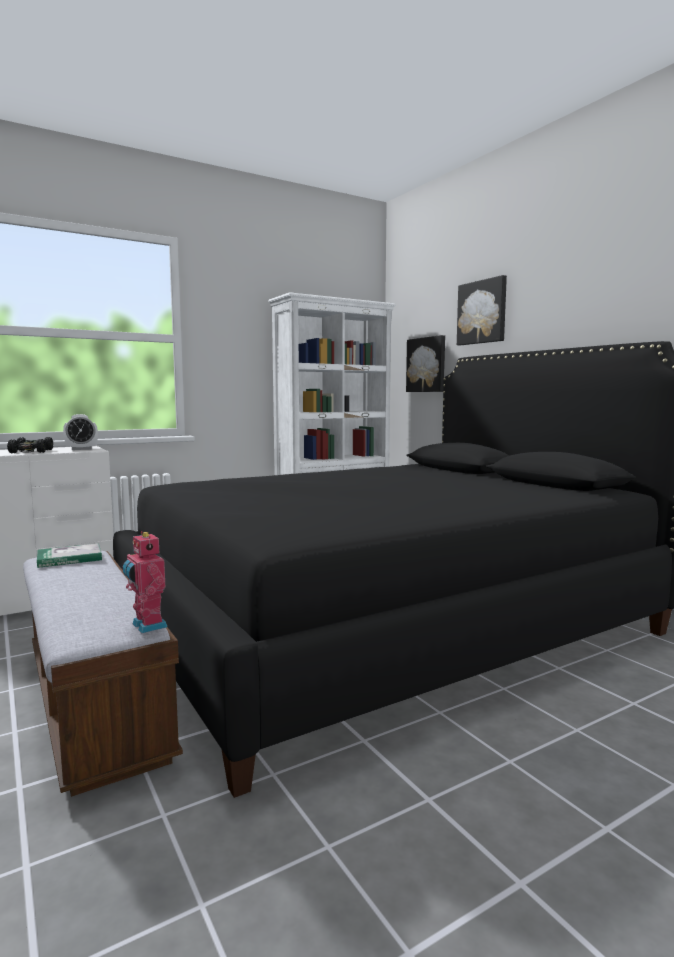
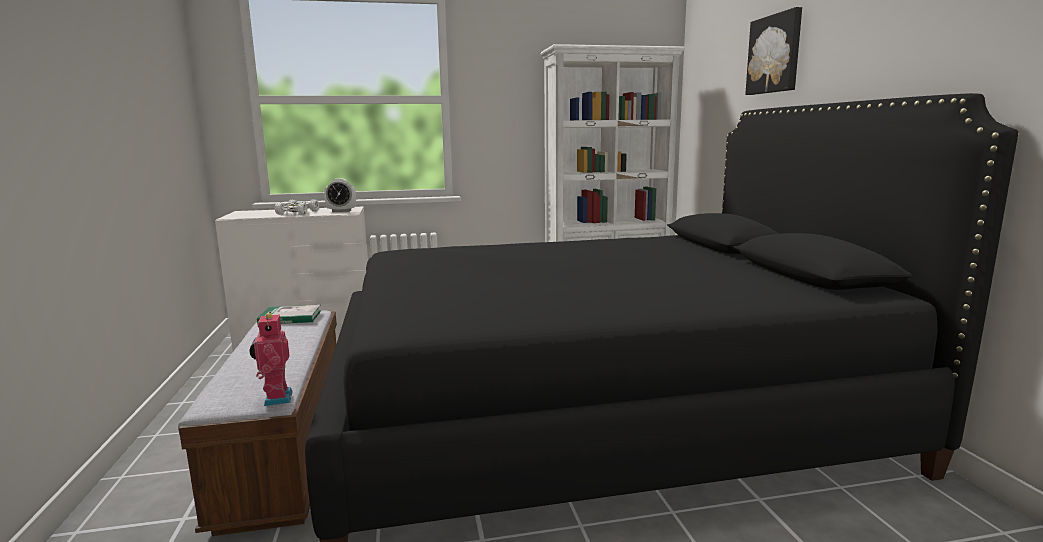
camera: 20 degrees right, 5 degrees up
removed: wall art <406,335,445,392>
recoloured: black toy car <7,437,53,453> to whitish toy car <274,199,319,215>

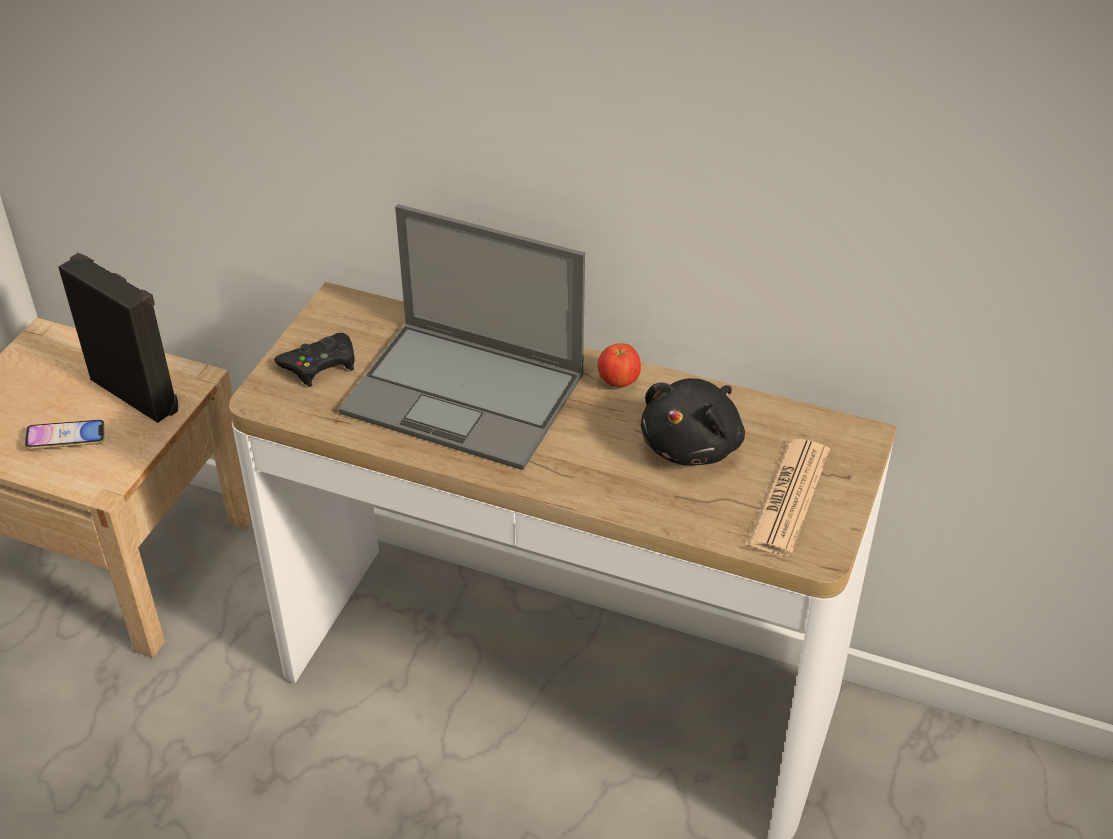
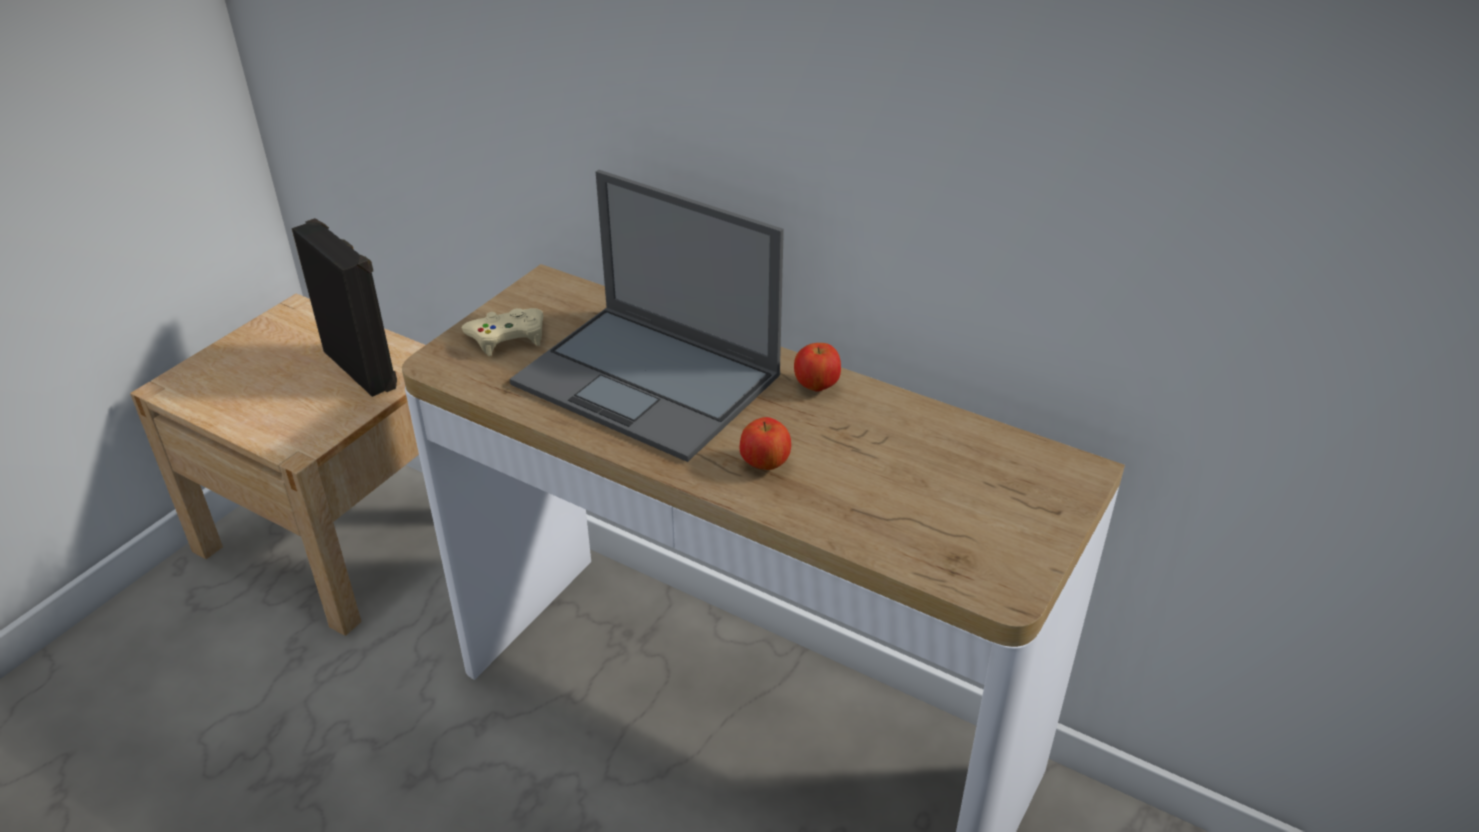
camera: 10 degrees right, 5 degrees down
removed: telephone <25,420,105,450>; black soft toy <641,378,745,466>; printed paper <745,439,830,556>
added: apple fruit <740,417,791,470>
recoloured: black gamepad <274,333,355,387> to beige-coloured gamepad <461,308,543,356>

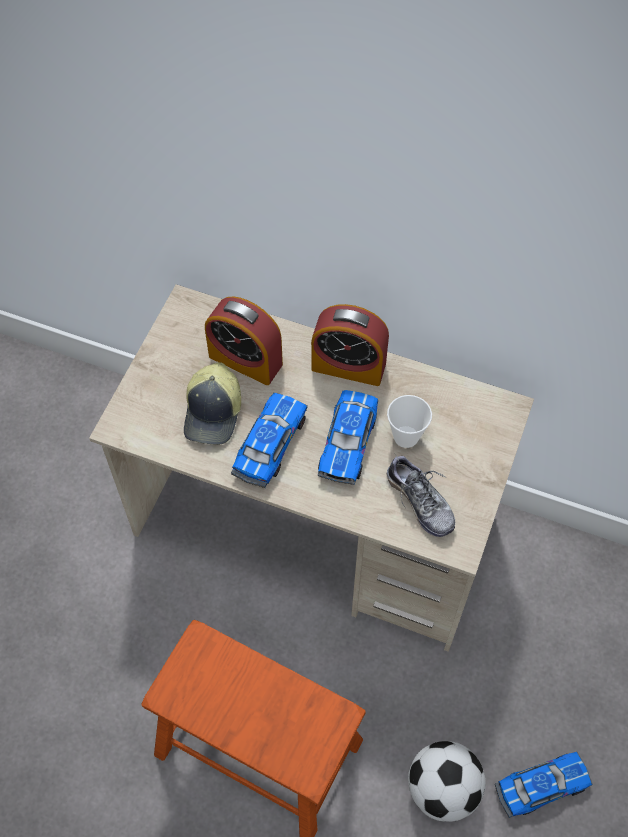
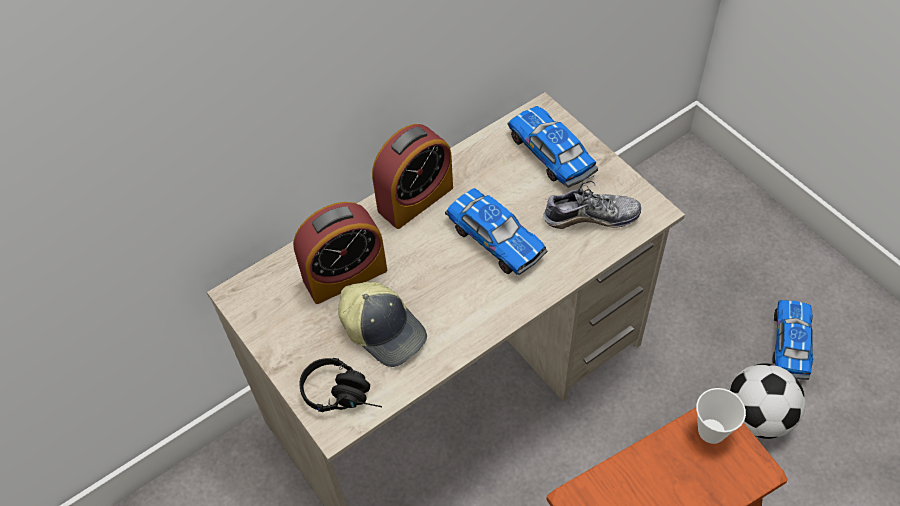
camera: 55 degrees left, 5 degrees down
added: black pair of headphones <299,358,382,412>
moved: toy car <231,393,308,488> to <508,106,598,188>; small cup <387,395,432,448> to <696,388,746,444>

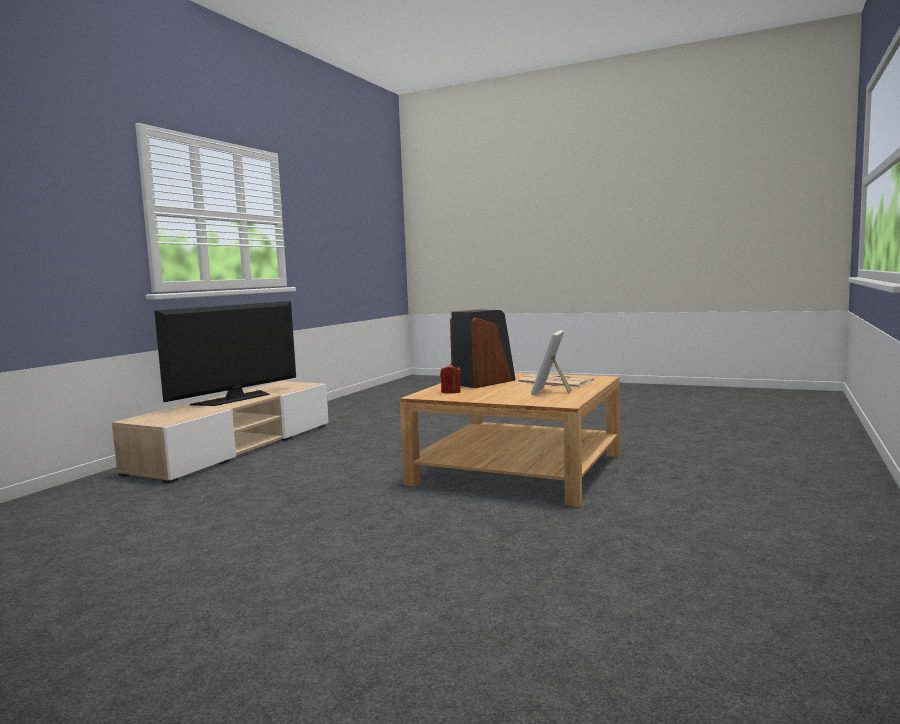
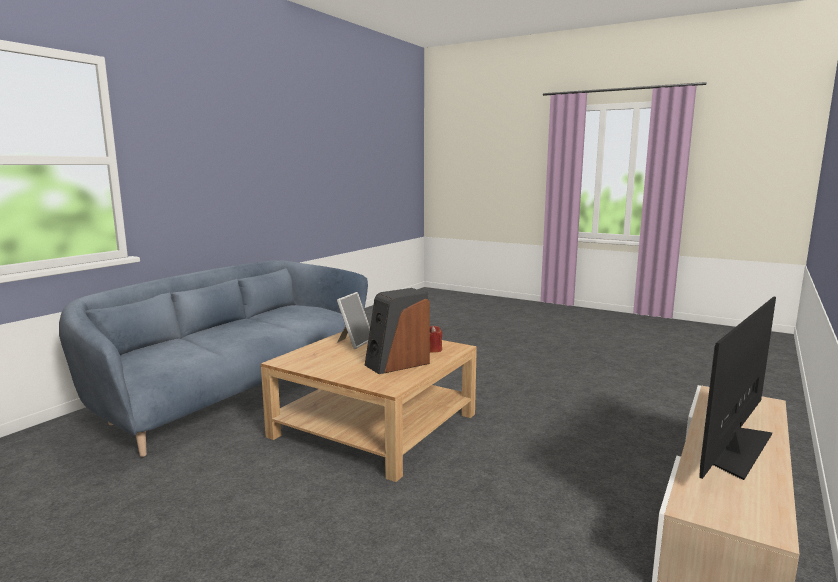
camera: 175 degrees left, 5 degrees up
removed: printed paper <517,374,594,388>
added: blue sofa <59,260,368,457>

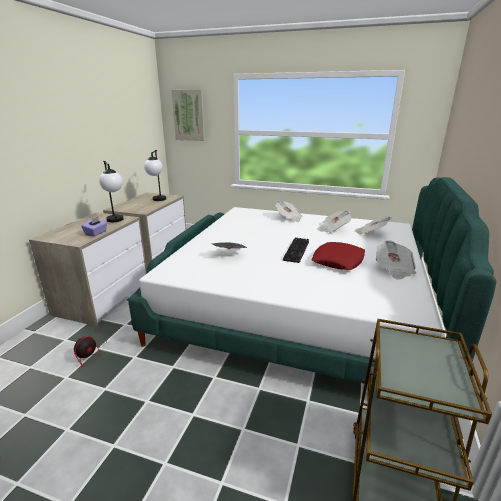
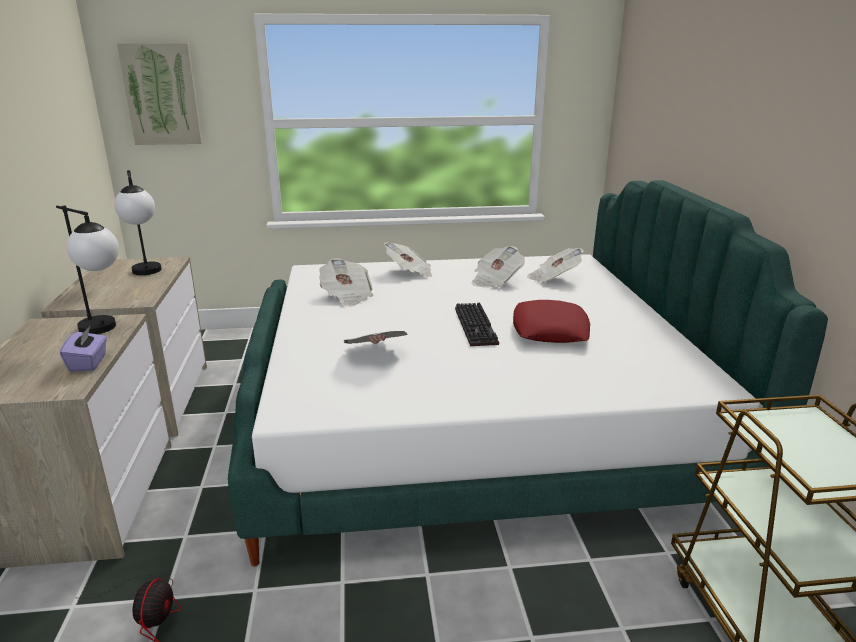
camera: 25 degrees left, 0 degrees up
moved: printed paper <376,240,416,280> to <319,258,374,307>

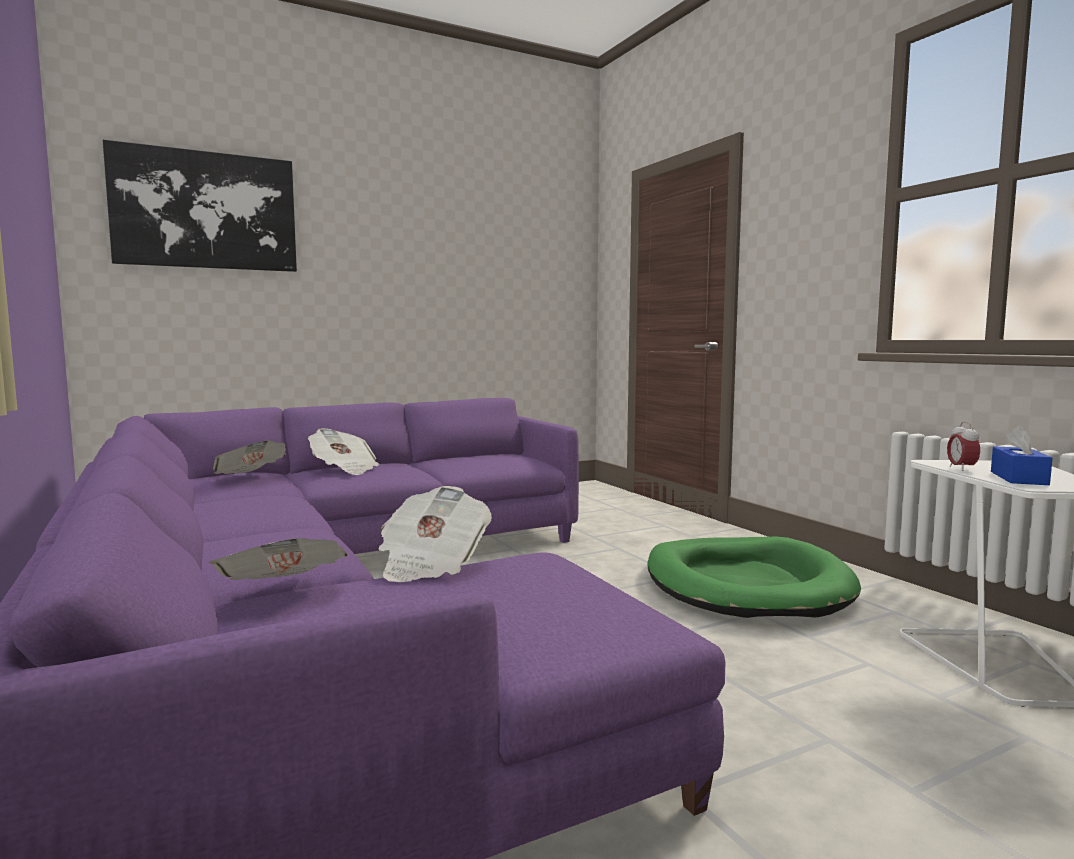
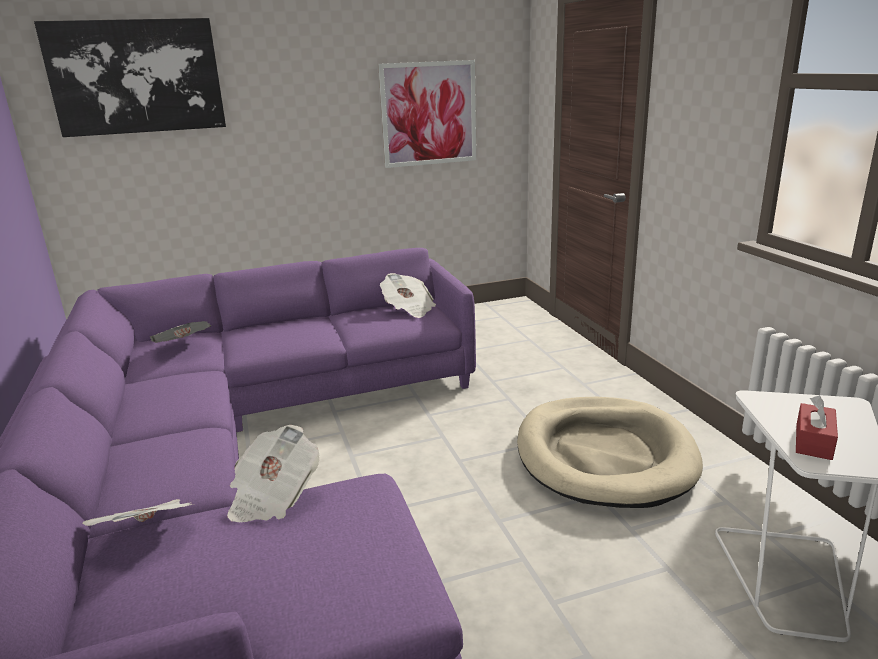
camera: 10 degrees right, 15 degrees up
removed: bedside clock <947,422,980,471>
added: wall art <378,60,476,168>
moved: printed paper <308,428,379,475> to <380,273,436,318>
recoloured: green pet bed <647,536,861,618> to beige-coloured pet bed <517,397,703,508>; blue box of tissues <991,425,1053,485> to reddish box of tissues <796,395,838,460>

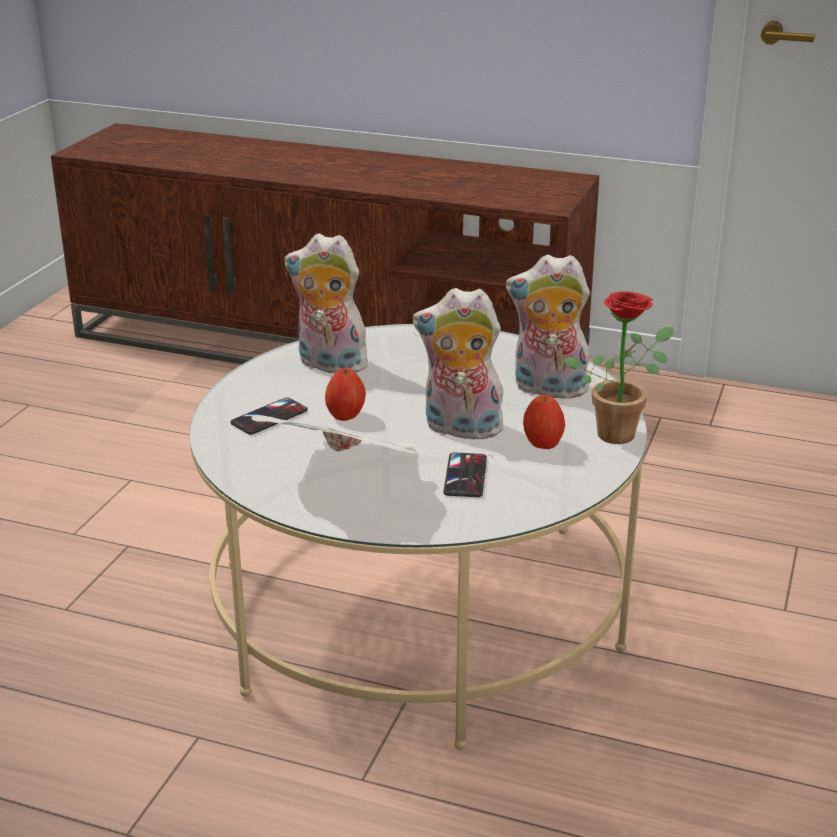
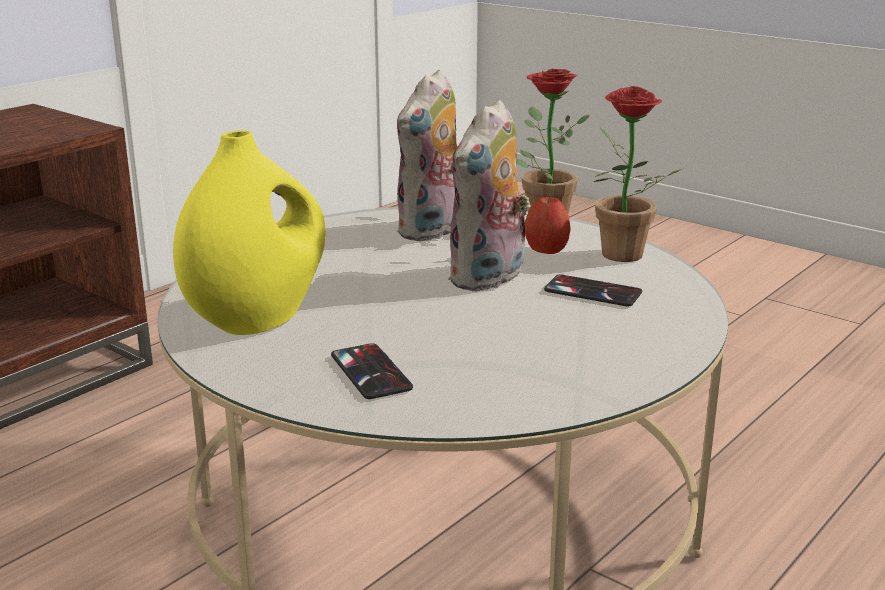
camera: 70 degrees left, 5 degrees down
removed: printed paper <251,415,421,455>; apple fruit <325,368,366,421>
added: houseplant <593,86,682,262>
replaced: soft toy <285,233,368,374> to yellow decorative vase <173,131,326,335>

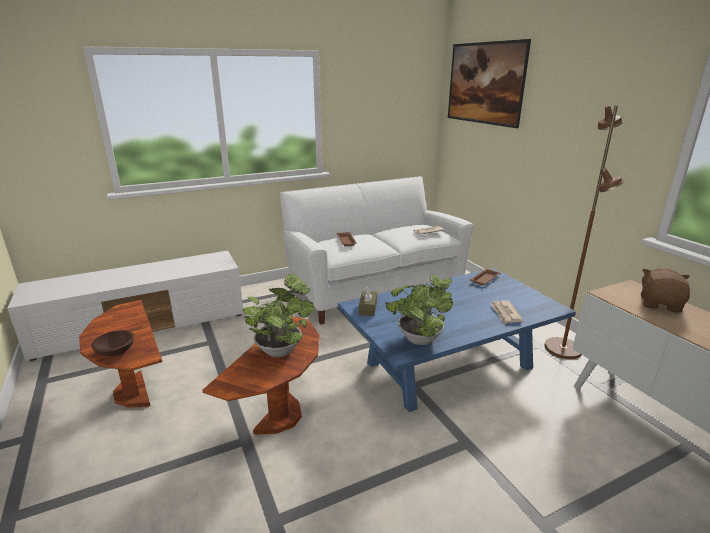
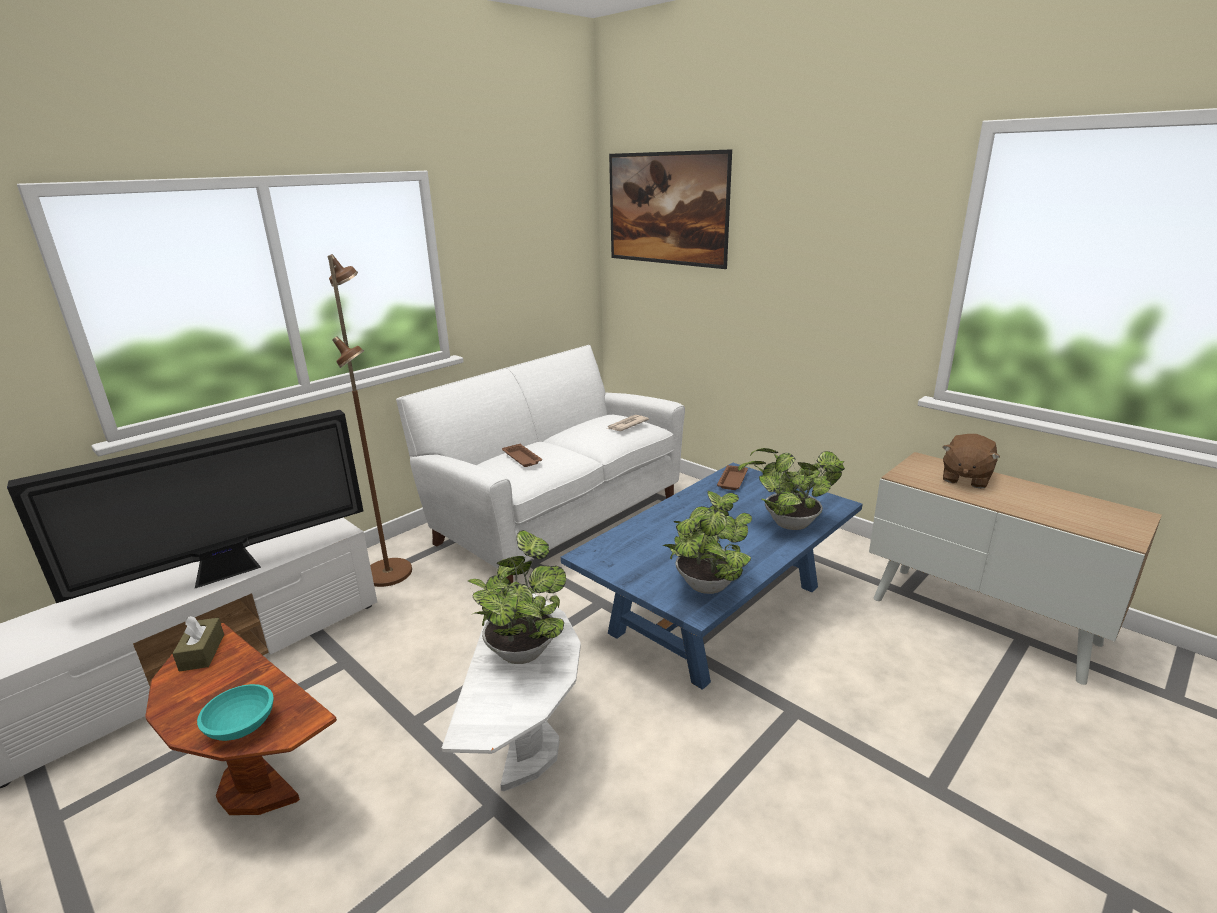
camera: 20 degrees left, 0 degrees up
added: TV set <7,410,363,603>
moved: brown-coloured box of tissues <359,287,377,316> to <172,616,224,672>; brown-coloured floor lamp <544,105,624,359> to <328,254,412,587>
replaced: printed paper <490,301,523,324> to houseplant <738,448,845,530>
recoloured: brown-coloured deep dish <91,330,134,357> to turquoise-coloured deep dish <197,684,274,741>; brown-coloured accent table <202,316,320,435> to whitish accent table <442,593,581,791>
turned: brown-coloured soft toy <641,268,690,312> = <943,434,1000,489> 150 degrees counterclockwise

